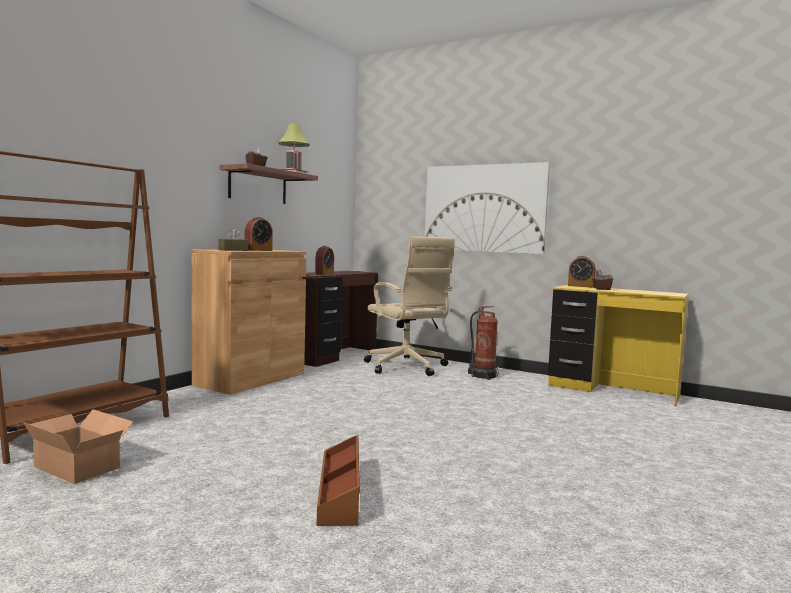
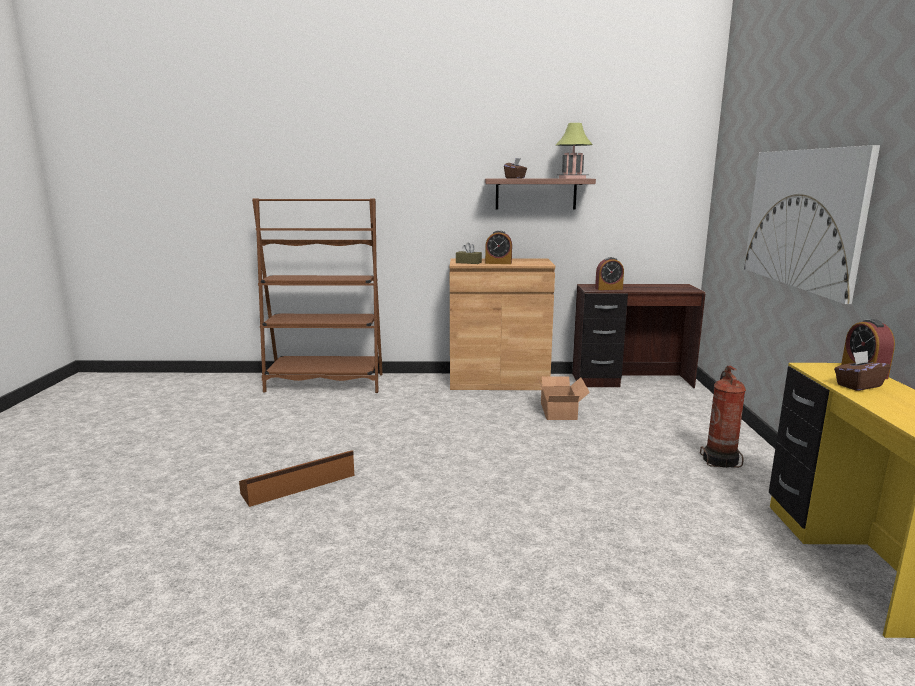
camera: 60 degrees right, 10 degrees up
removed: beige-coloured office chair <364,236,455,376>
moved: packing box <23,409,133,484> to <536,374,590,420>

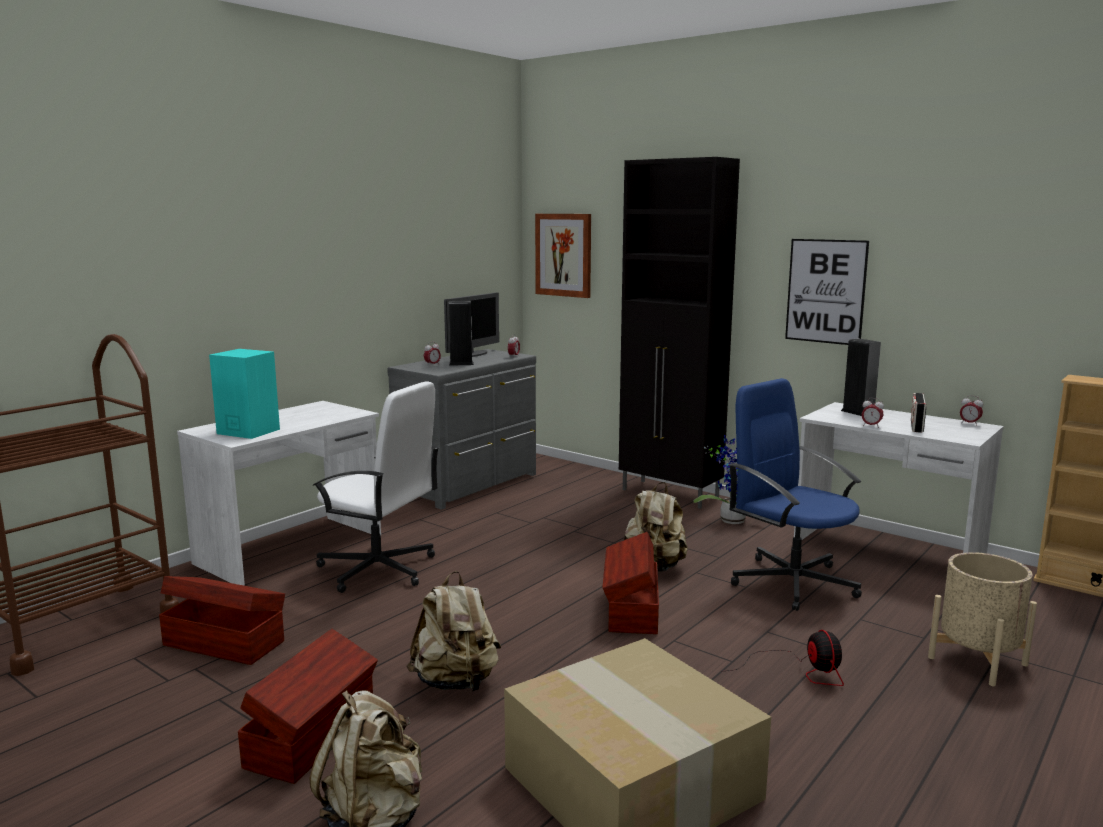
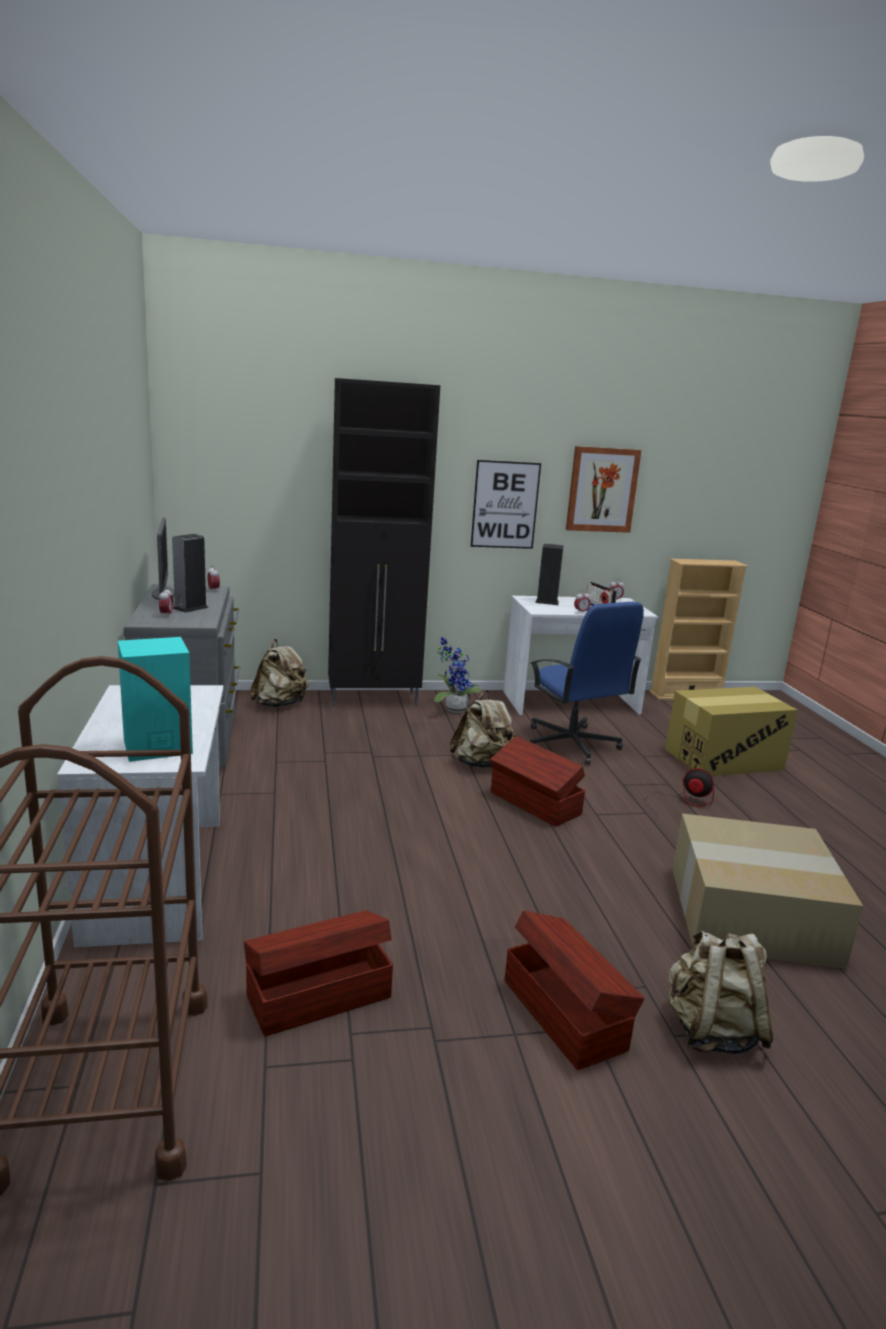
camera: 50 degrees left, 5 degrees up
removed: whitish office chair <313,381,439,593>
moved: beige-coloured knapsack <407,571,501,692> to <250,639,309,707>; wall art <535,214,591,298> to <566,446,642,533>
replaced: beige-coloured plant pot <928,552,1037,686> to packing box <665,687,798,776>
turned: blue office chair <729,378,862,611> = <530,602,644,765> 120 degrees counterclockwise

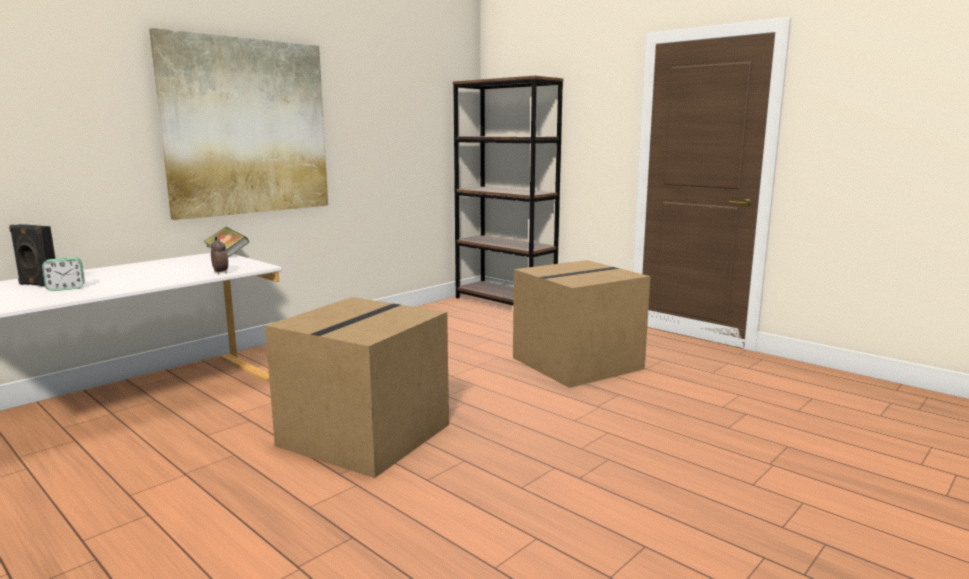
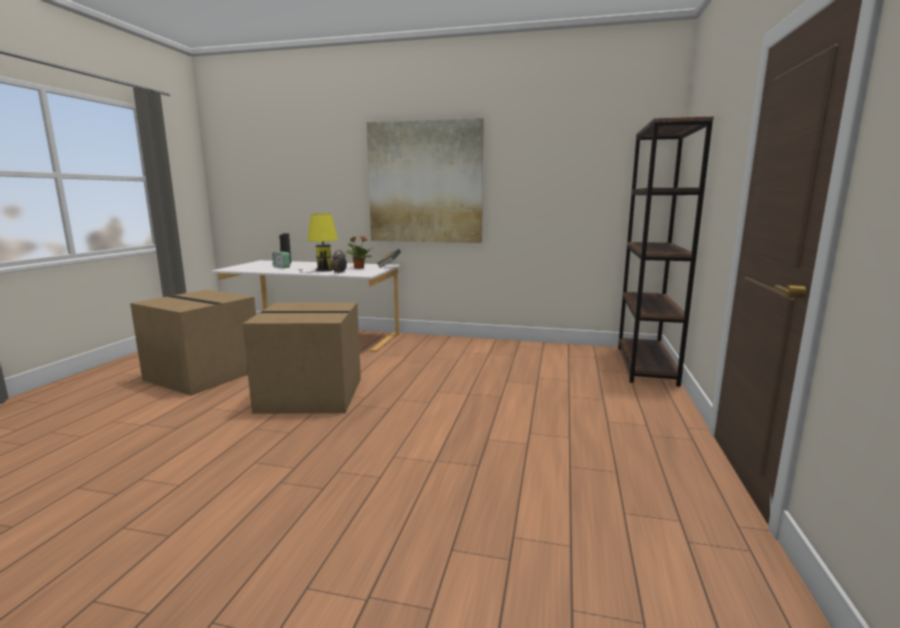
camera: 60 degrees right, 0 degrees up
added: yellow lamp for a table <298,214,338,273>; houseplant <346,236,372,269>
moved: packing box <513,260,650,388> to <130,290,256,396>

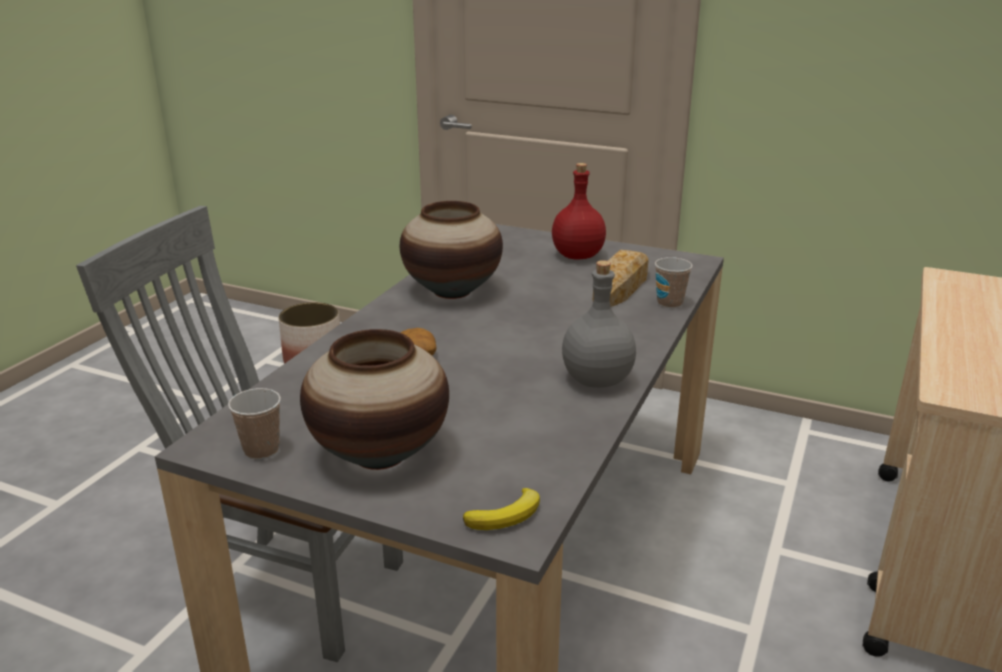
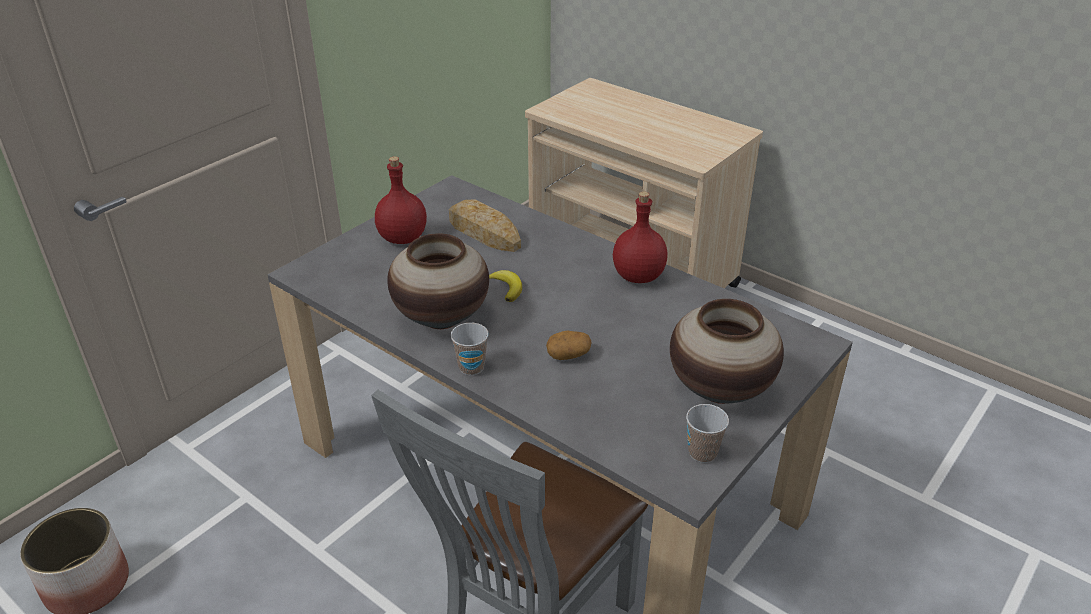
camera: 75 degrees left, 10 degrees up
moved: small cup <655,257,692,308> to <451,323,489,375>; banana fruit <463,488,540,530> to <489,270,522,302>
recoloured: gray beverage bottle <562,260,636,388> to reddish beverage bottle <613,192,668,283>

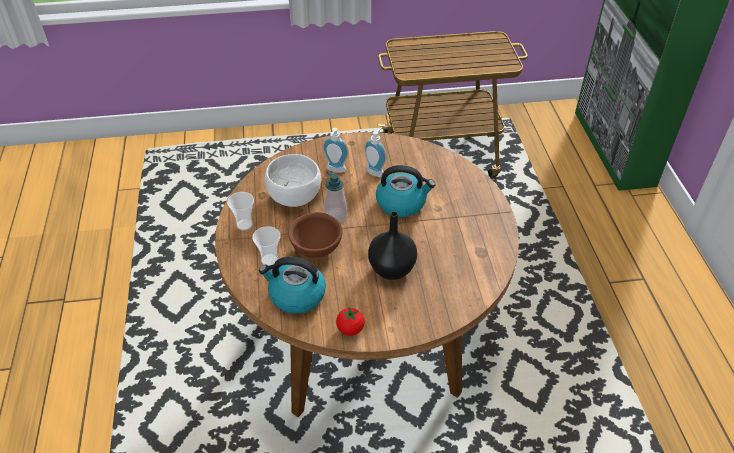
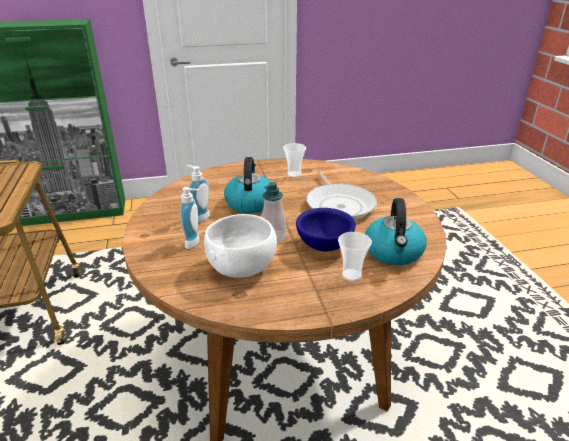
camera: 95 degrees left, 15 degrees down
removed: fresh tomato <336,307,365,336>
moved: small cup <227,192,254,231> to <283,143,306,177>
replaced: black decorative vase <368,211,417,280> to skillet <306,170,377,220>
recoloured: brown-coloured deep dish <288,212,342,258> to blue deep dish <296,208,356,251>

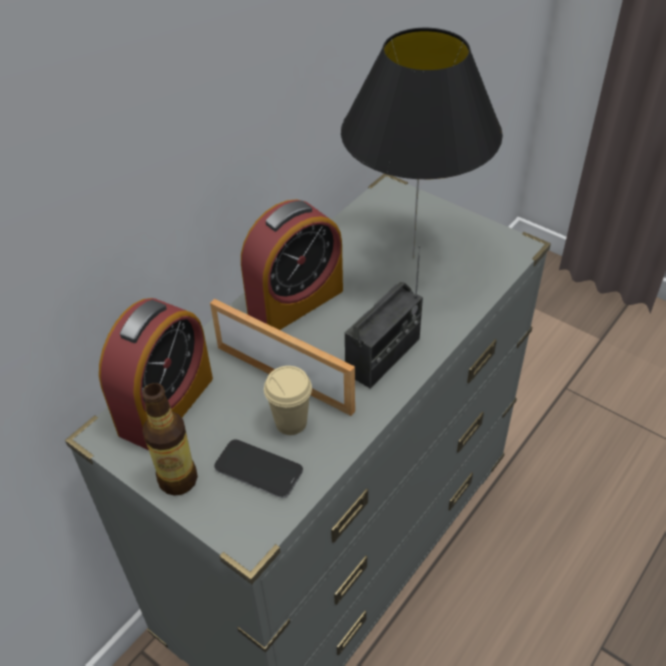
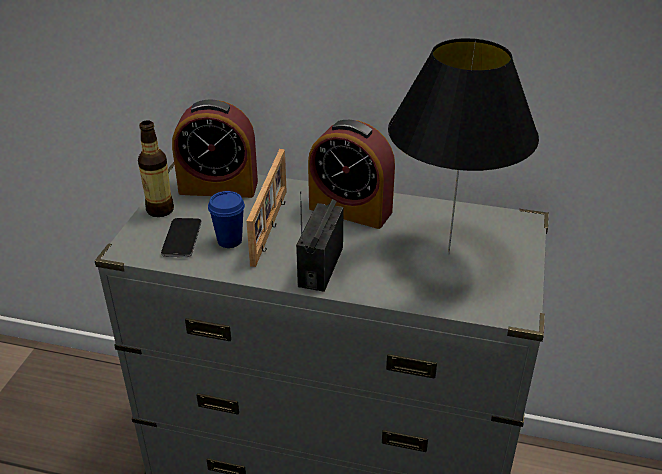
camera: 65 degrees right, 10 degrees down
recoloured: beige-coloured small cup <264,366,312,435> to blue small cup <208,191,245,248>
turned: radio <345,245,423,389> = <296,191,344,292> 90 degrees clockwise

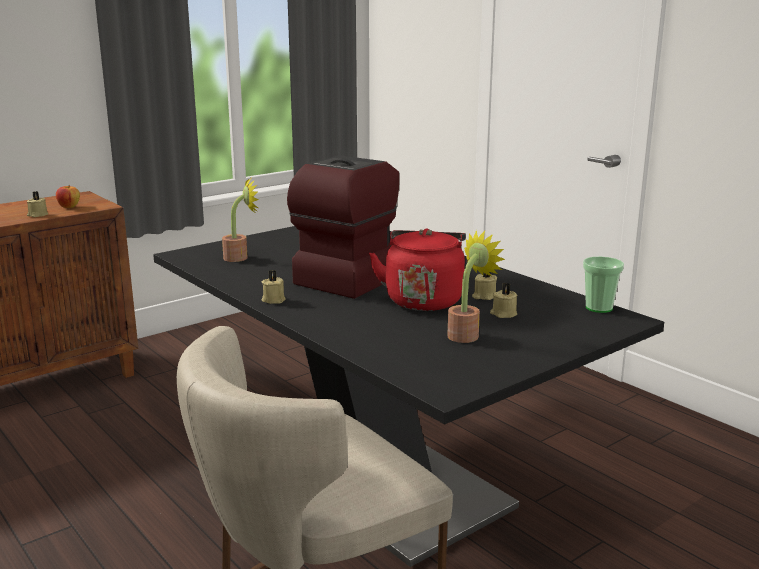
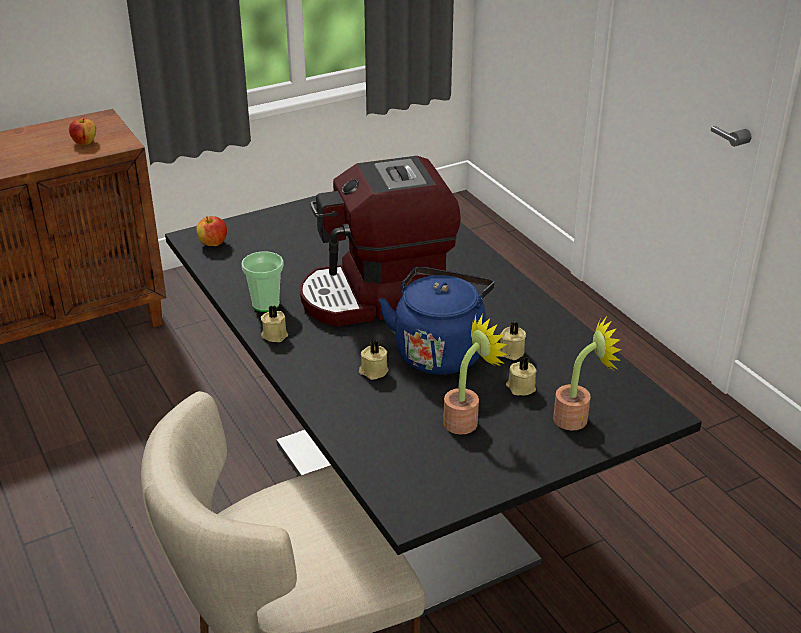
camera: 10 degrees right, 15 degrees up
added: apple fruit <196,216,227,246>
moved: small cup <583,256,624,313> to <241,251,284,312>; beige-coloured candle <27,191,48,217> to <359,341,389,380>; houseplant <222,179,259,262> to <553,317,621,430>
recoloured: reddish tea kettle <369,228,466,311> to blue tea kettle <379,267,495,375>
turned: coffee maker <287,155,399,299> = <300,156,461,327> 150 degrees counterclockwise

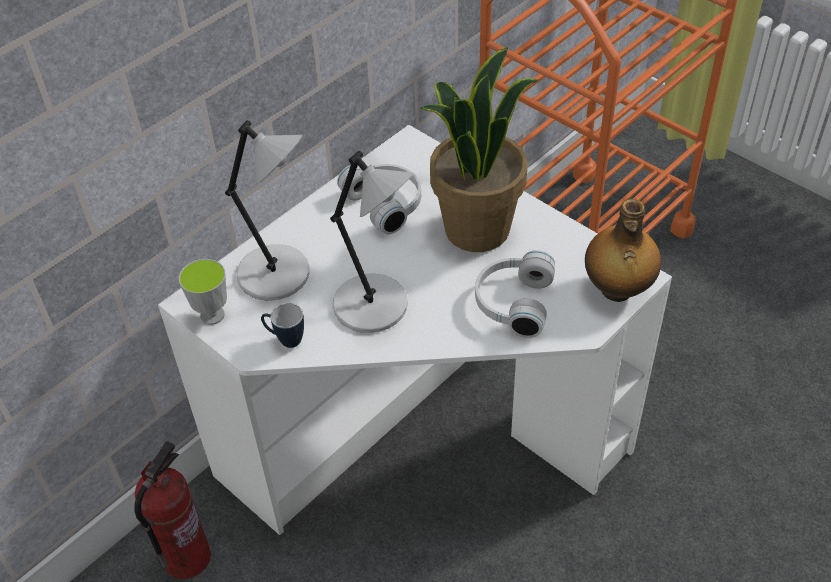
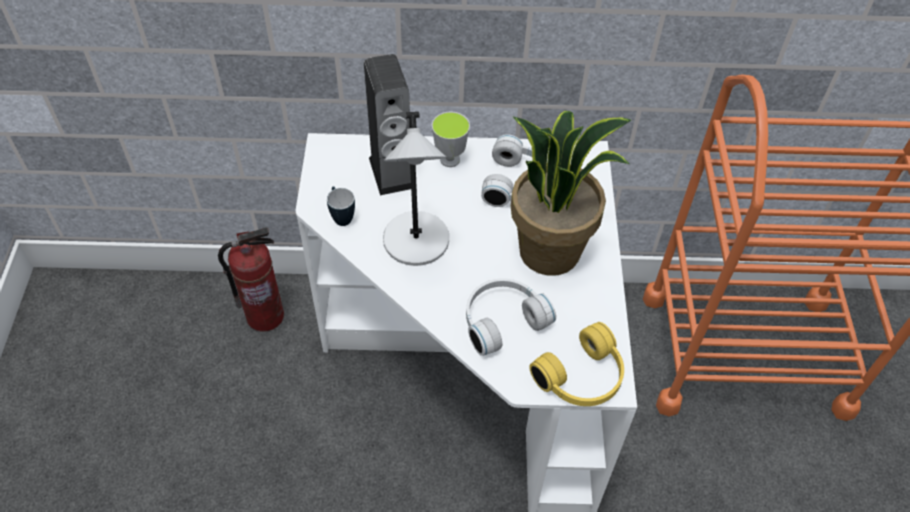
camera: 45 degrees right, 5 degrees up
moved: small cup <179,259,227,325> to <432,111,470,167>
replaced: gray lamp for a table <225,120,310,301> to loudspeaker <364,54,411,195>; beverage bottle <585,199,661,302> to yellow pair of headphones <529,322,624,406>

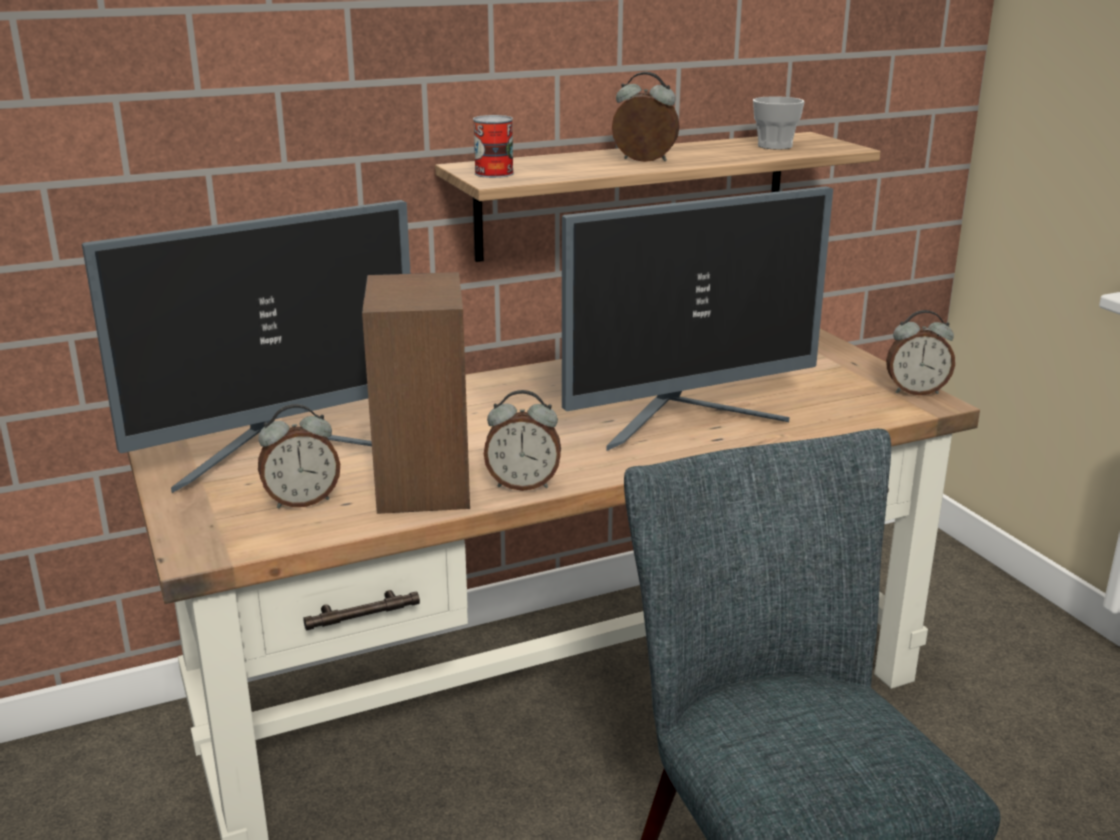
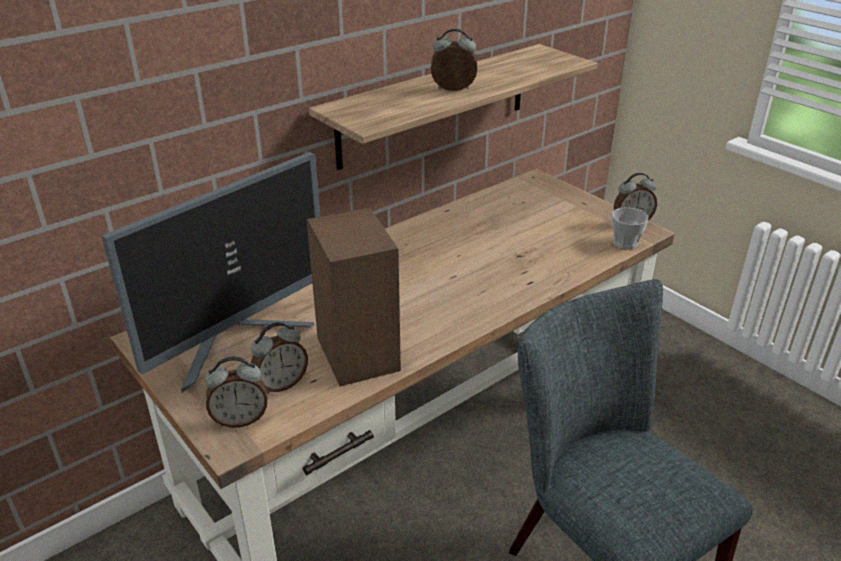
camera: 15 degrees left, 10 degrees up
removed: can <473,115,514,178>; computer display <562,186,833,451>
moved: bedside clock <484,390,561,491> to <205,357,267,428>; small cup <753,96,804,150> to <612,207,648,249>

